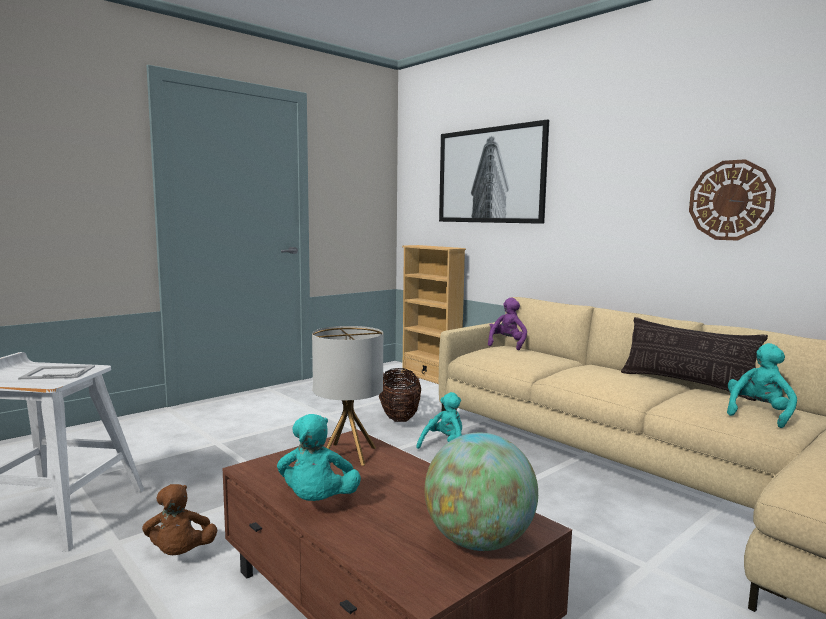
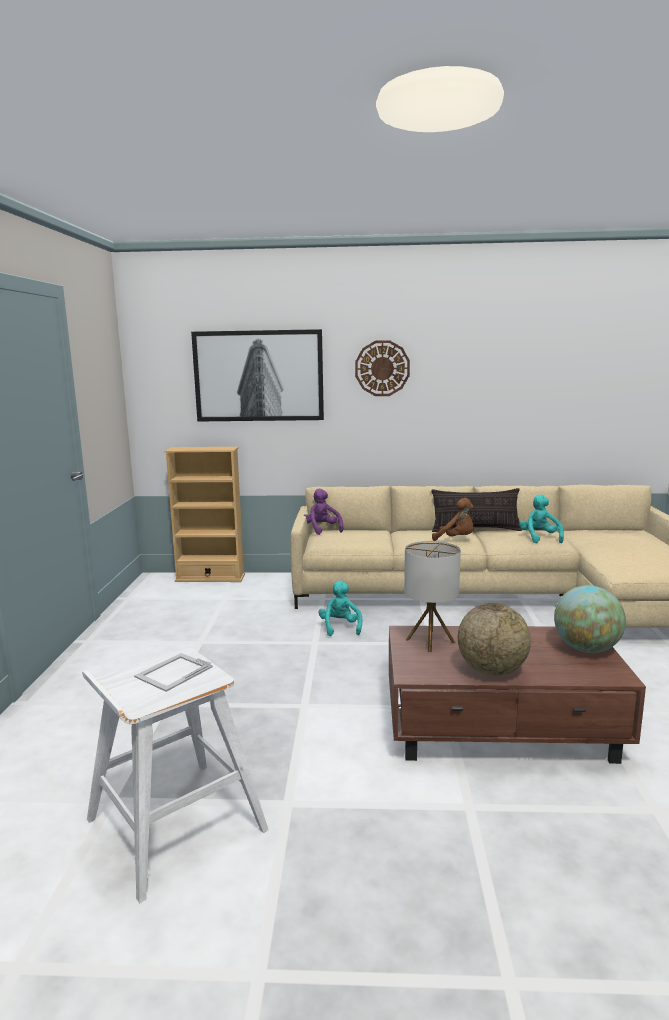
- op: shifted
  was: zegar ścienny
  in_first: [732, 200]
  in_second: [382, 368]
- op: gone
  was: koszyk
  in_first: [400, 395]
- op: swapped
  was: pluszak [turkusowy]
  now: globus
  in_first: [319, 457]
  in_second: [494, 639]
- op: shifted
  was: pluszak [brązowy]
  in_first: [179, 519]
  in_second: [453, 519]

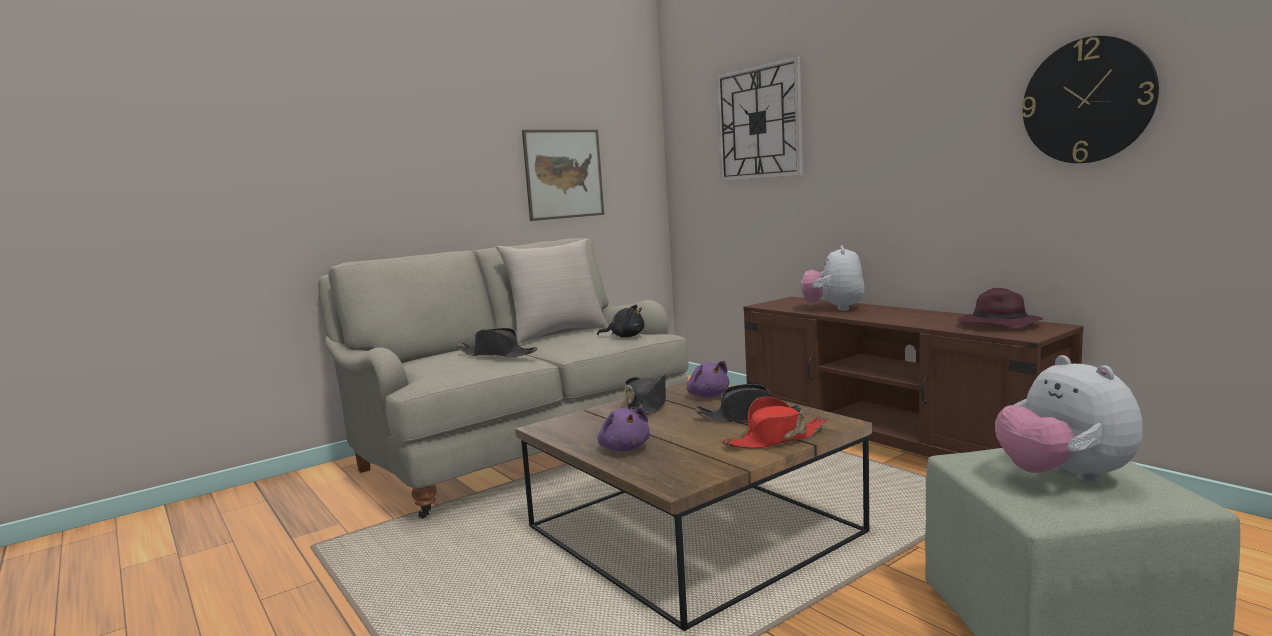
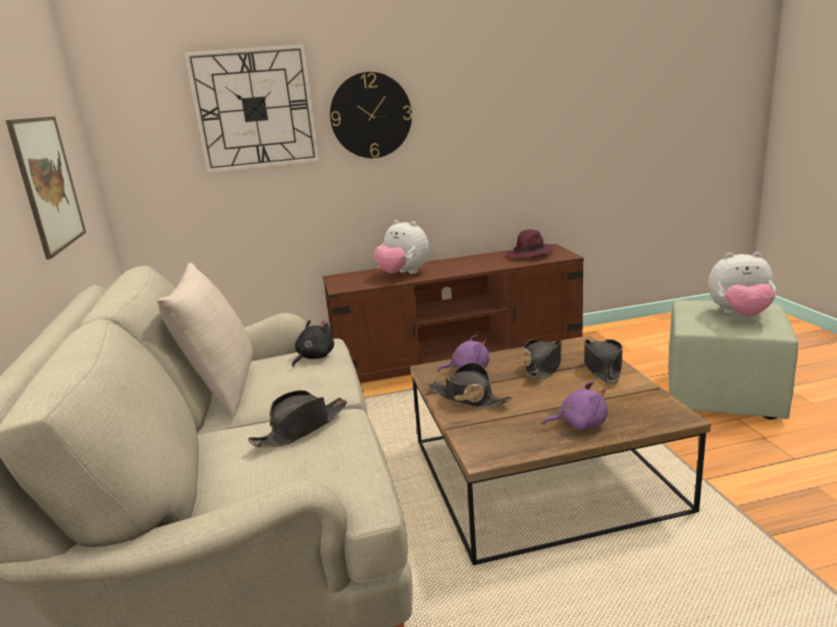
- op: shifted
  was: zegar ścienny
  in_first: [1090, 99]
  in_second: [371, 115]
- op: repainted
  was: kapelusz [czerwony]
  now: kapelusz [czarny]
  in_first: [774, 422]
  in_second: [603, 361]

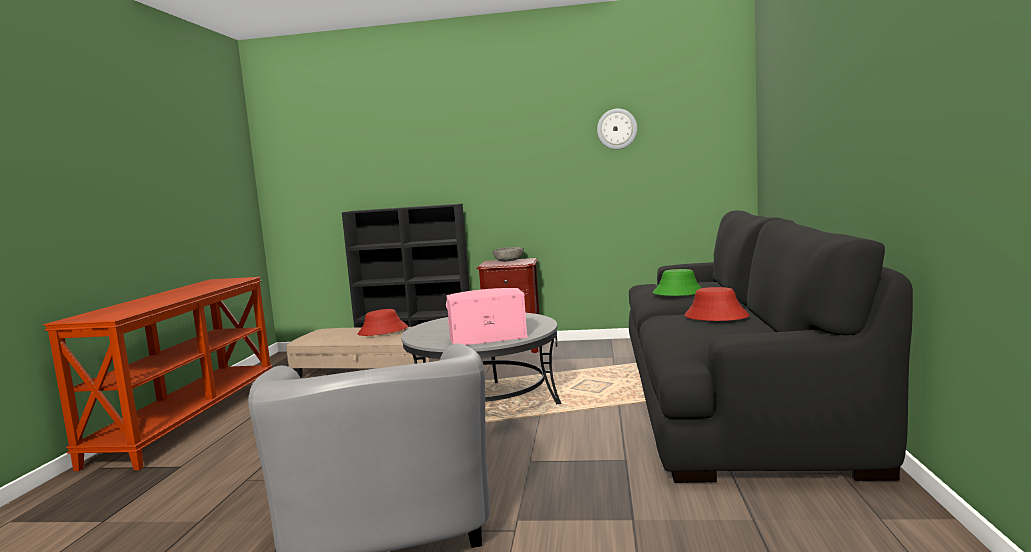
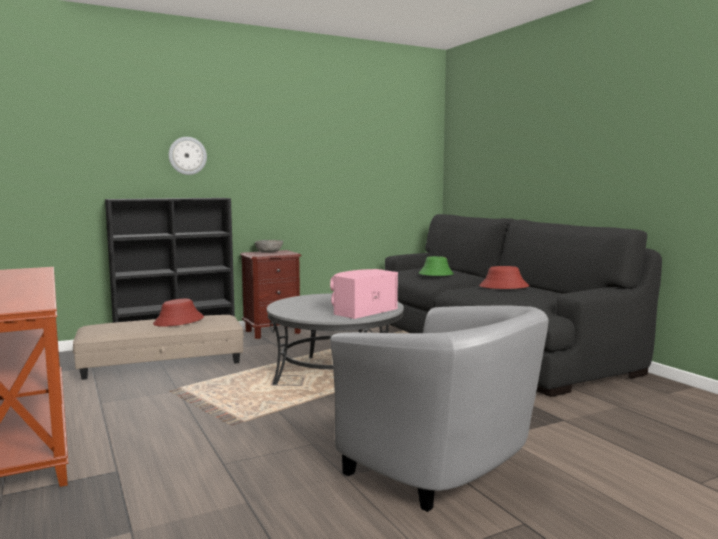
- op: shifted
  was: zegar ścienny
  in_first: [617, 129]
  in_second: [188, 156]

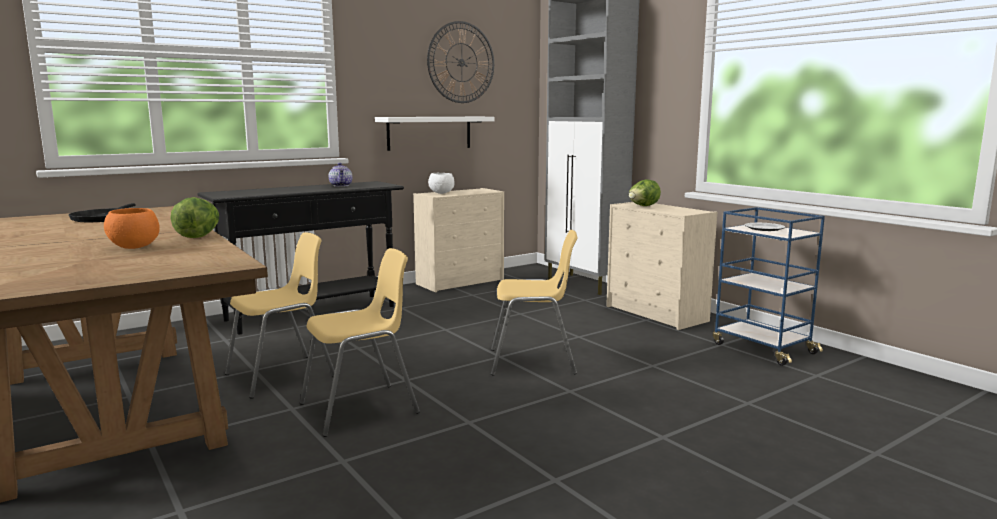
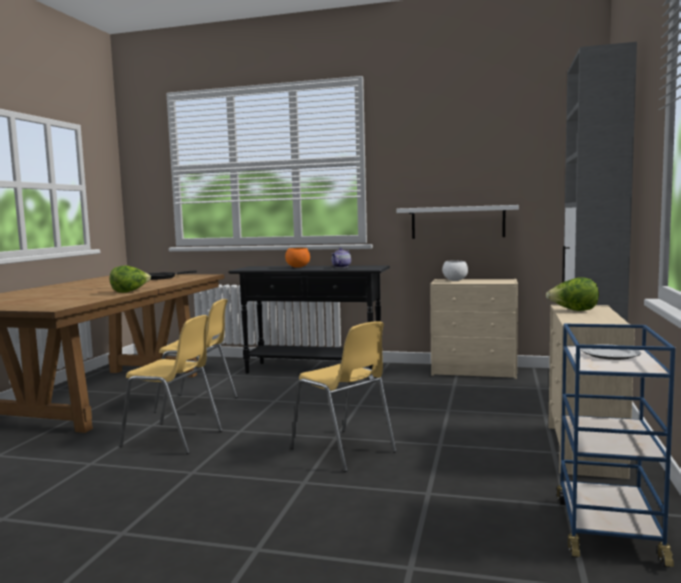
- op: gone
  was: zegar ścienny
  in_first: [460, 62]
- op: shifted
  was: miska [pomarańczowy]
  in_first: [132, 228]
  in_second: [297, 258]

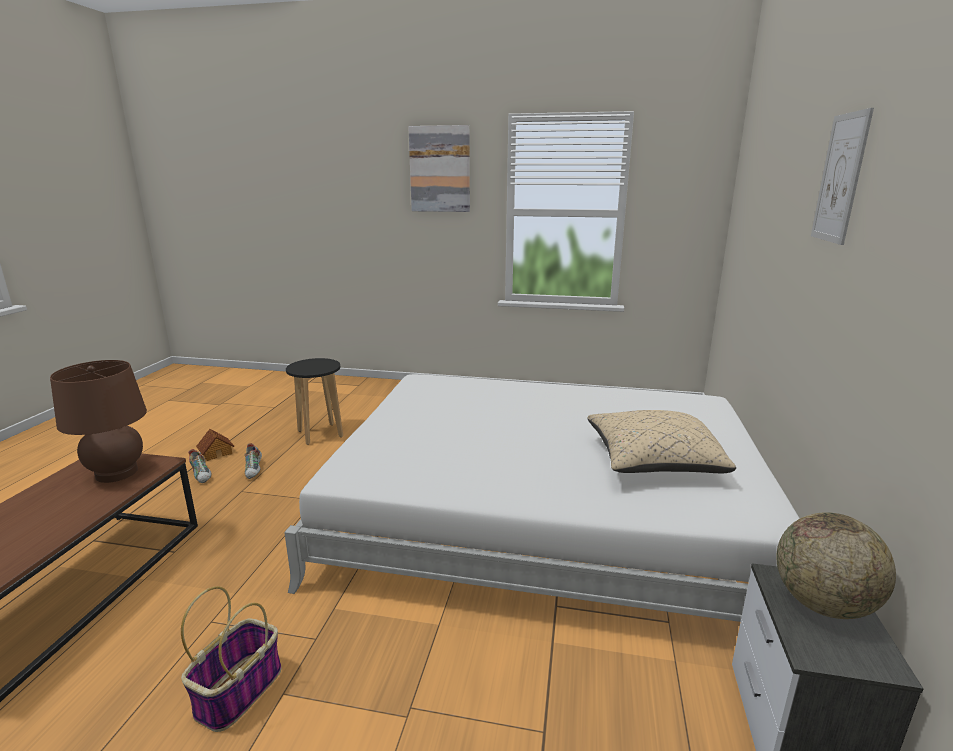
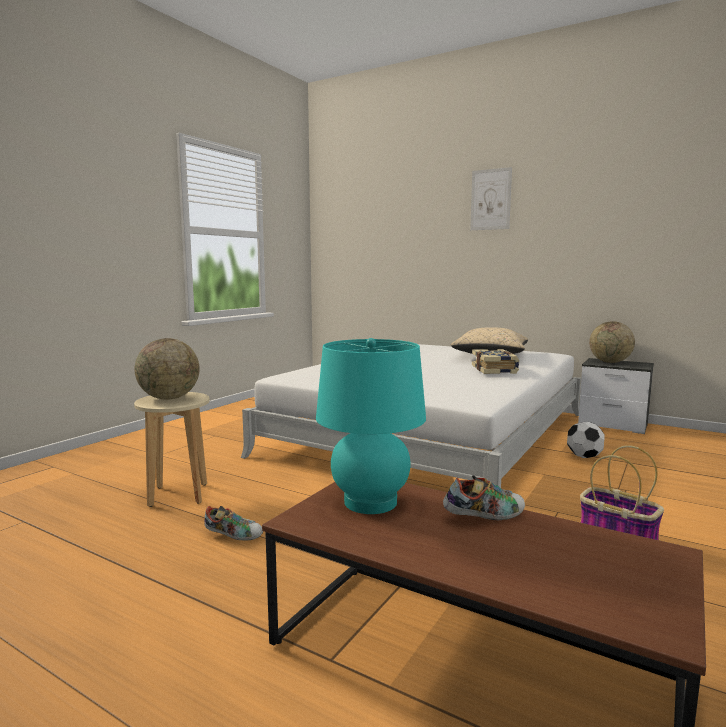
- op: gone
  was: obraz
  in_first: [439, 168]
- op: repainted
  was: stołek [czarny]
  now: stołek [beżowy]
  in_first: [314, 401]
  in_second: [172, 449]
- op: repainted
  was: lampa stołowa [brązowy]
  now: lampa stołowa [turkusowy]
  in_first: [98, 421]
  in_second: [371, 426]
- op: gone
  was: domek
  in_first: [215, 445]
- op: shifted
  was: but
  in_first: [199, 466]
  in_second: [484, 497]
- op: new
  now: globus
  in_second: [167, 369]
- op: new
  now: książka
  in_second: [495, 361]
- op: new
  now: piłka futbolowa
  in_second: [586, 440]

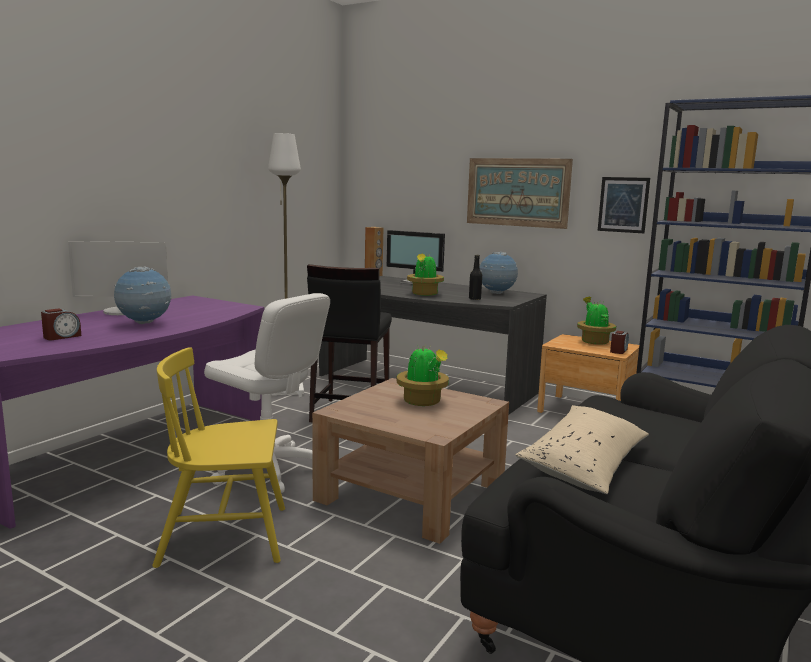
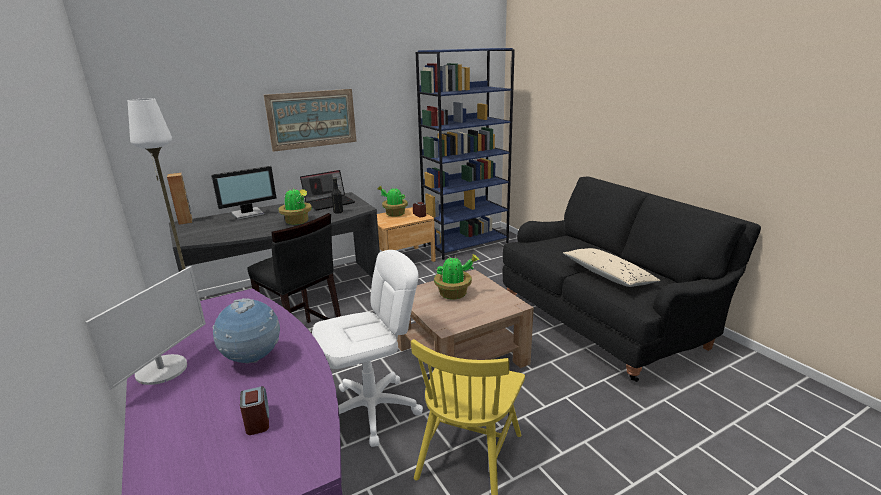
- op: gone
  was: obraz
  in_first: [624, 205]
- op: swapped
  was: globus
  now: laptop
  in_first: [498, 273]
  in_second: [327, 190]

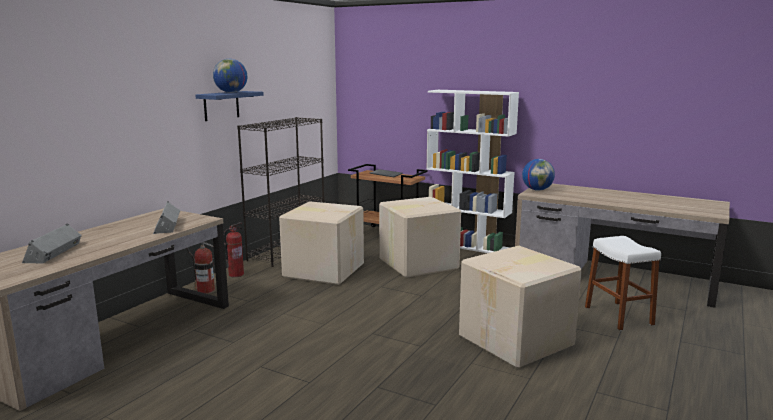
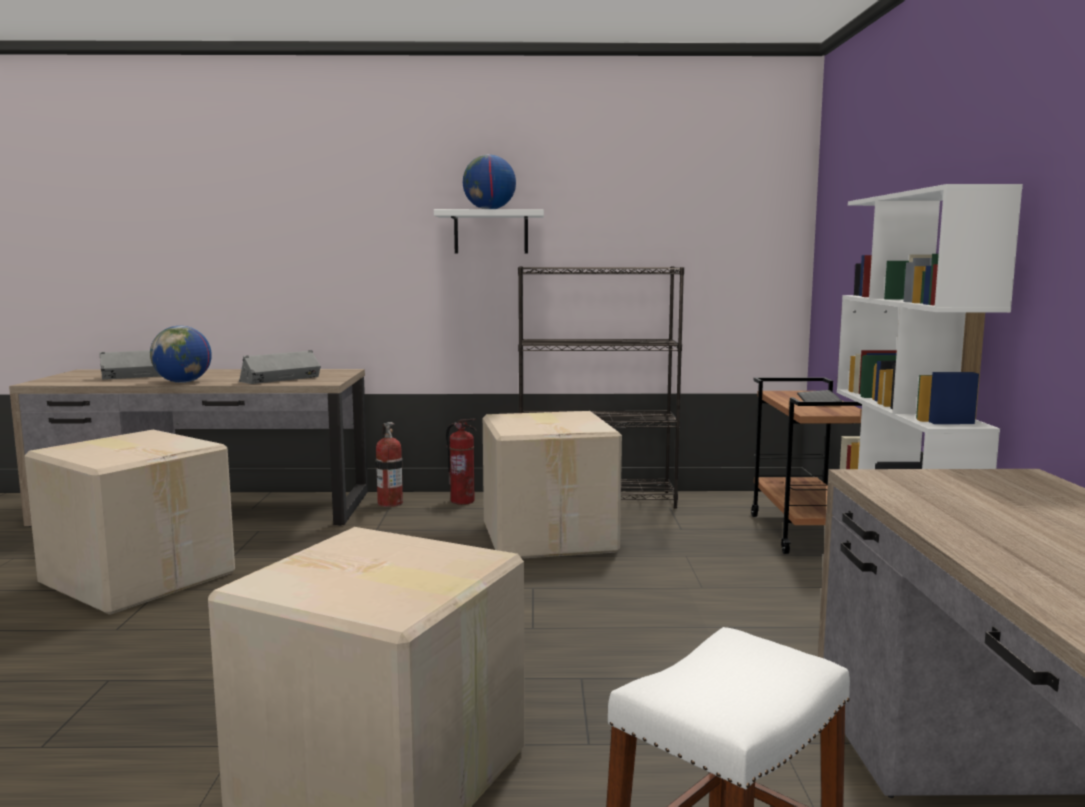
- op: repainted
  was: półka [niebieski]
  now: półka [biały]
  in_first: [229, 106]
  in_second: [489, 231]
- op: shifted
  was: globus
  in_first: [538, 175]
  in_second: [181, 354]
- op: shifted
  was: karton
  in_first: [420, 237]
  in_second: [129, 522]

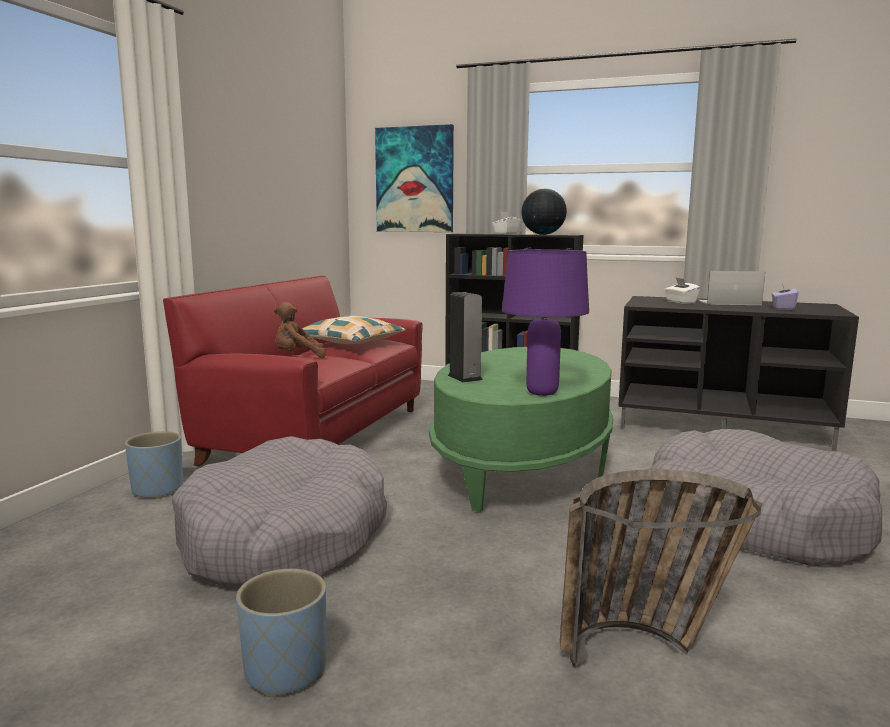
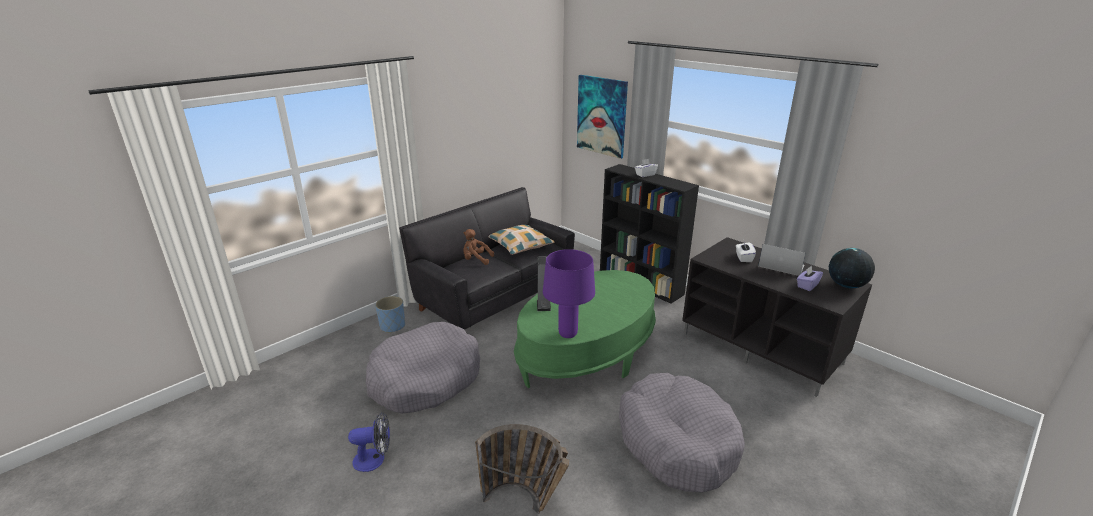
- op: shifted
  was: globus
  in_first: [544, 212]
  in_second: [852, 268]
- op: repainted
  was: kanapa [czerwony]
  now: kanapa [czarny]
  in_first: [293, 371]
  in_second: [487, 258]
- op: swapped
  was: donica [niebieski]
  now: wentylator
  in_first: [281, 633]
  in_second: [369, 442]

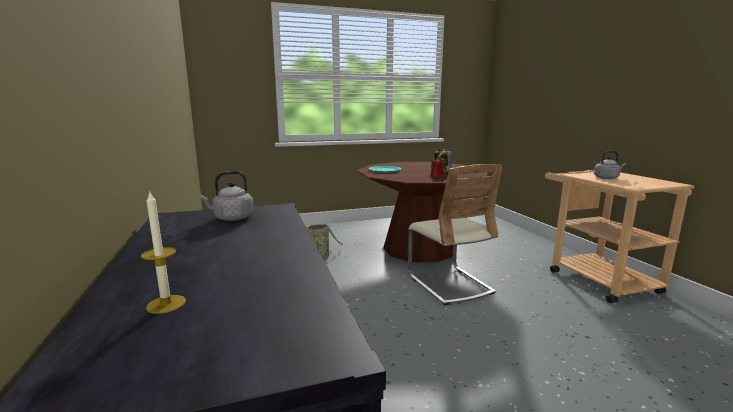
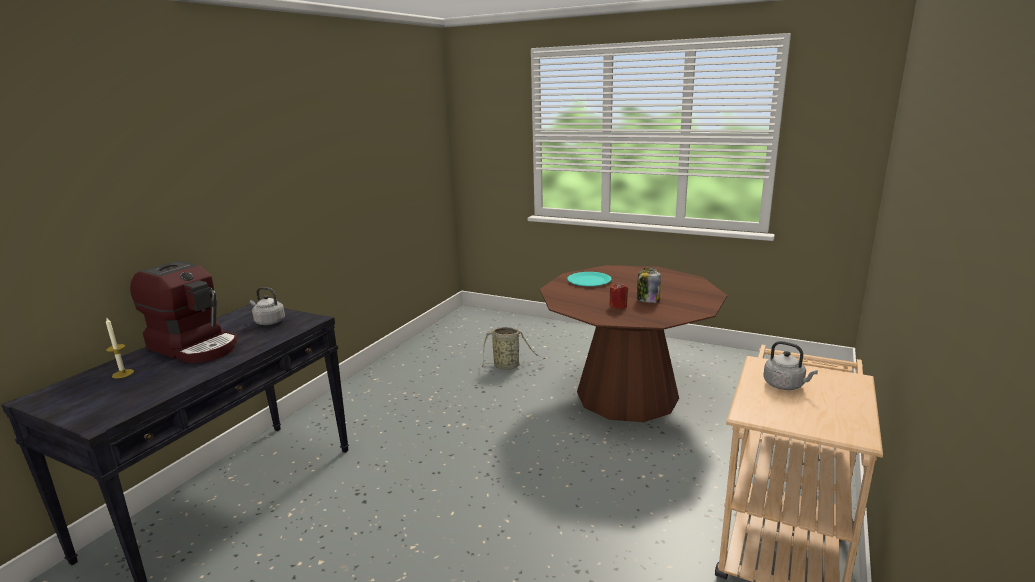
- op: gone
  was: krzesło [beżowy]
  in_first: [455, 234]
- op: new
  now: ekspres do kawy
  in_second: [184, 312]

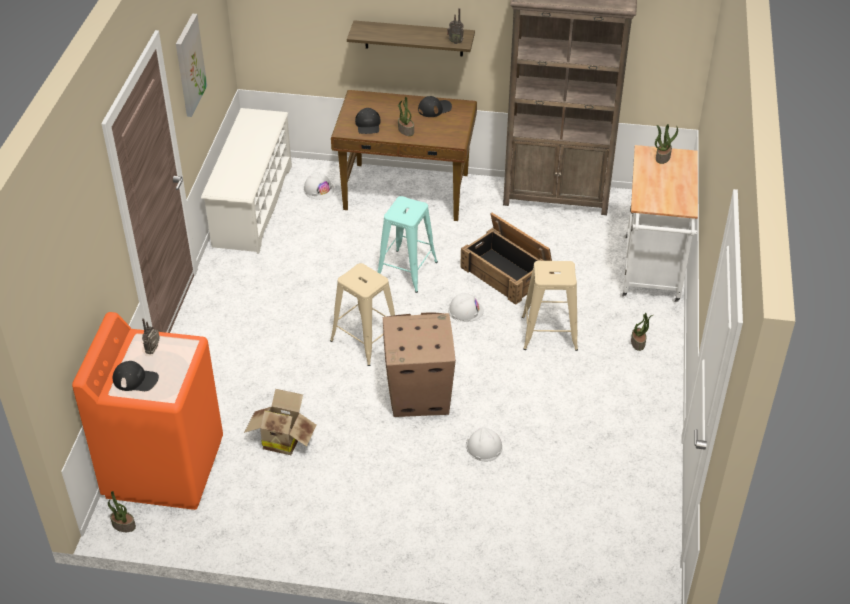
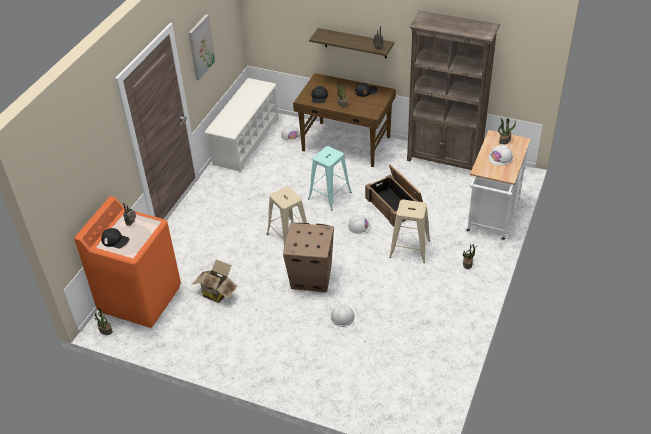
- op: new
  now: kask [biały]
  in_second: [500, 155]

